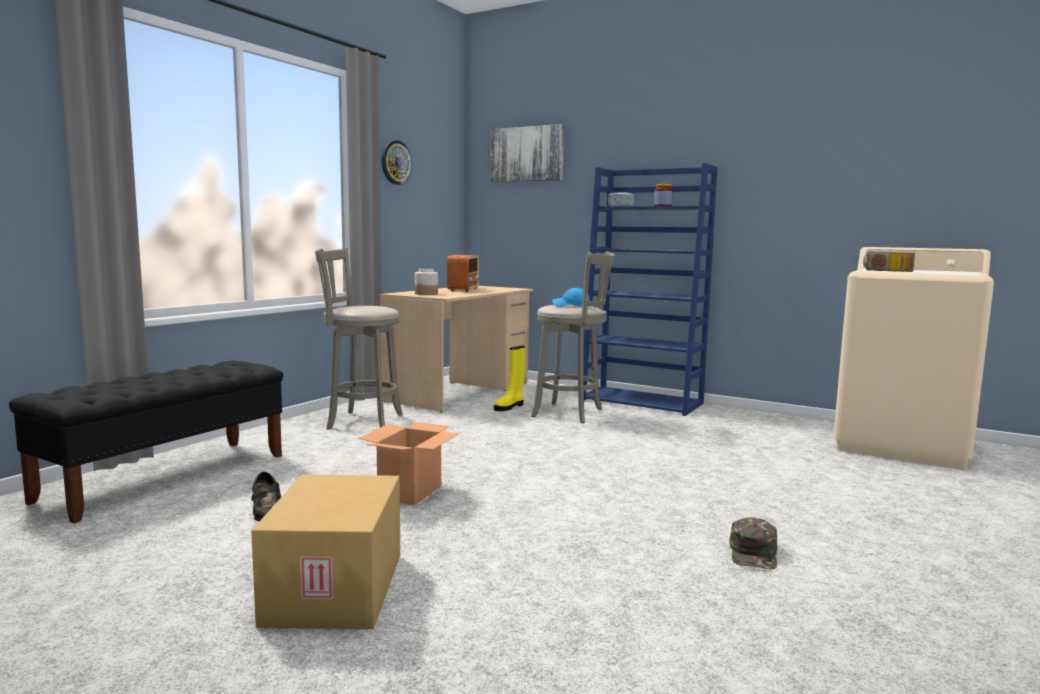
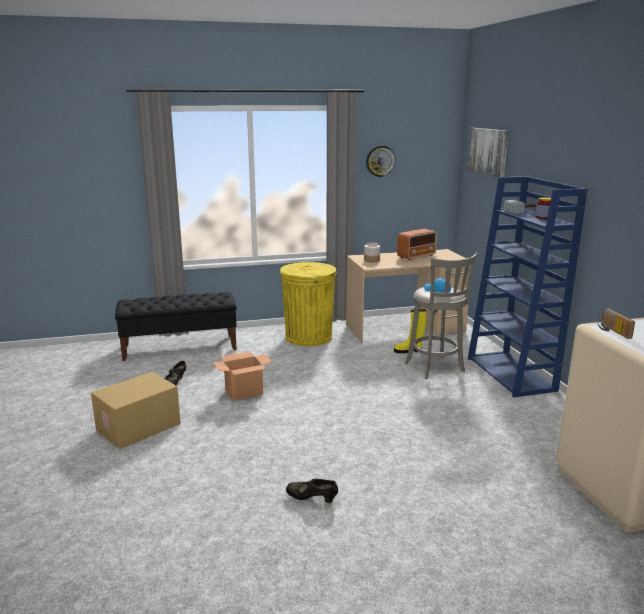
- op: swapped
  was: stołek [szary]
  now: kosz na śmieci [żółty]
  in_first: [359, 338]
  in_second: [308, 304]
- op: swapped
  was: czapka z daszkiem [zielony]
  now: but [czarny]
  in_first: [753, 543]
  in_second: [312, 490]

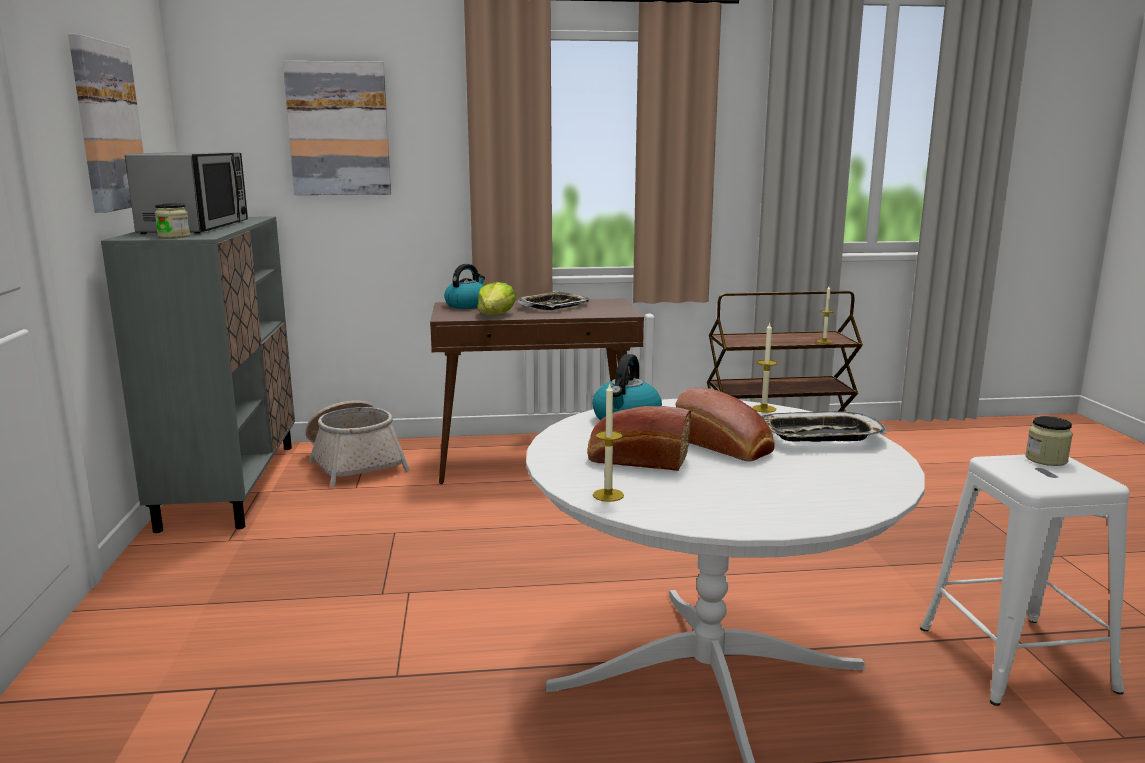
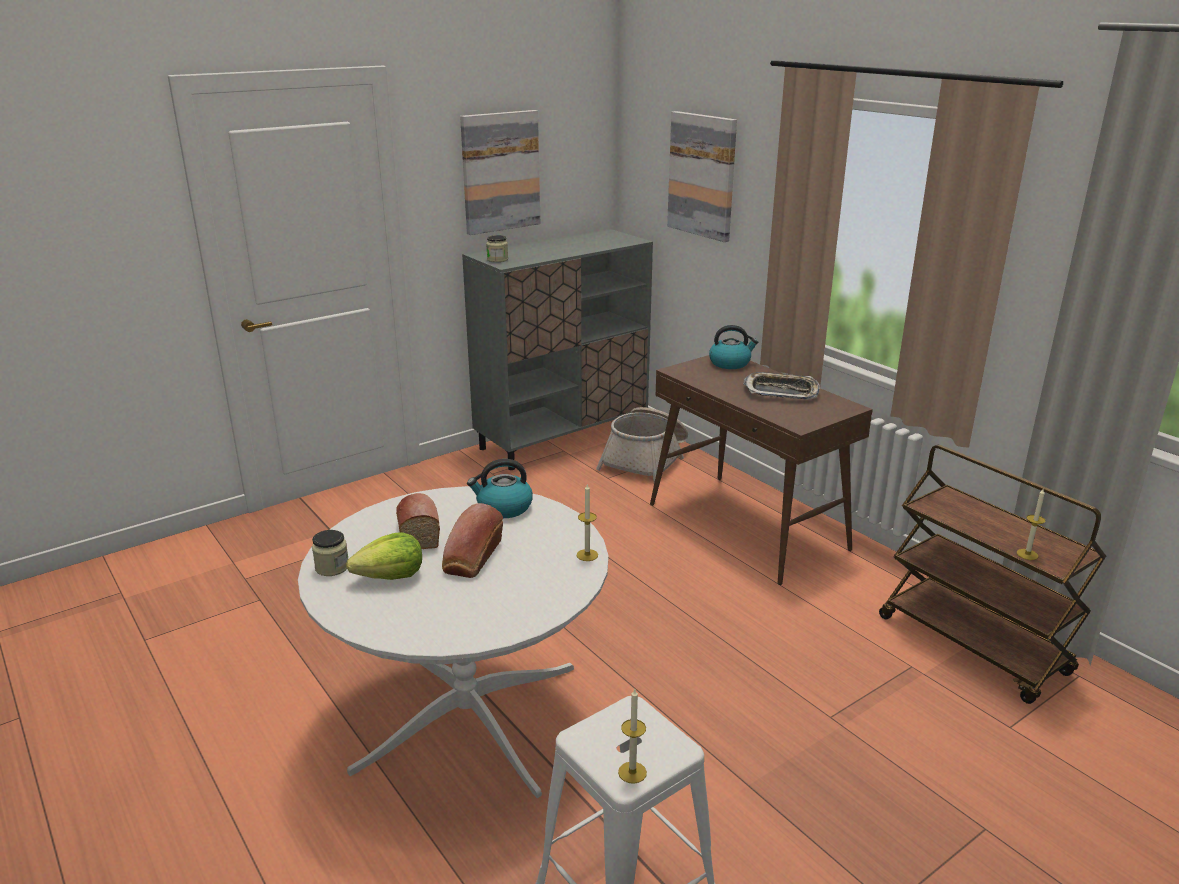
- op: gone
  was: mikrofalówka
  in_first: [186, 193]
- op: shifted
  was: sałata
  in_first: [496, 298]
  in_second: [384, 556]
- op: shifted
  was: świeca
  in_first: [608, 443]
  in_second: [632, 736]
- op: gone
  was: taca
  in_first: [825, 426]
- op: shifted
  was: słoik
  in_first: [1049, 441]
  in_second: [330, 553]

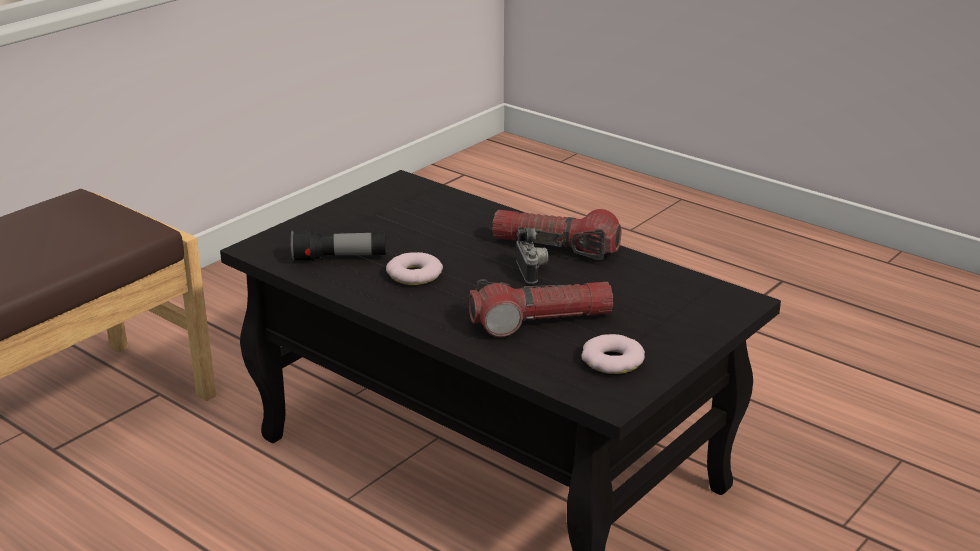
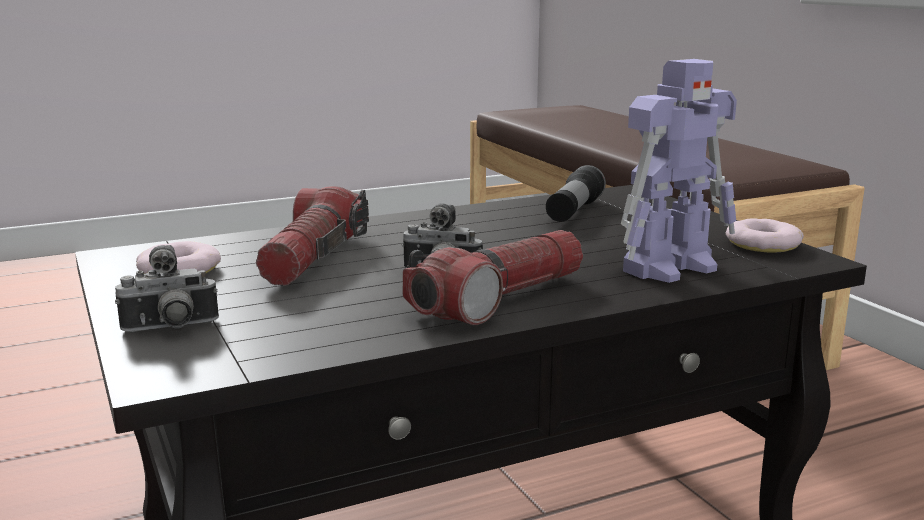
- op: shifted
  was: donut
  in_first: [414, 268]
  in_second: [765, 235]
- op: new
  now: robot zabawkowy
  in_second: [679, 171]
- op: new
  now: aparat fotograficzny
  in_second: [167, 288]

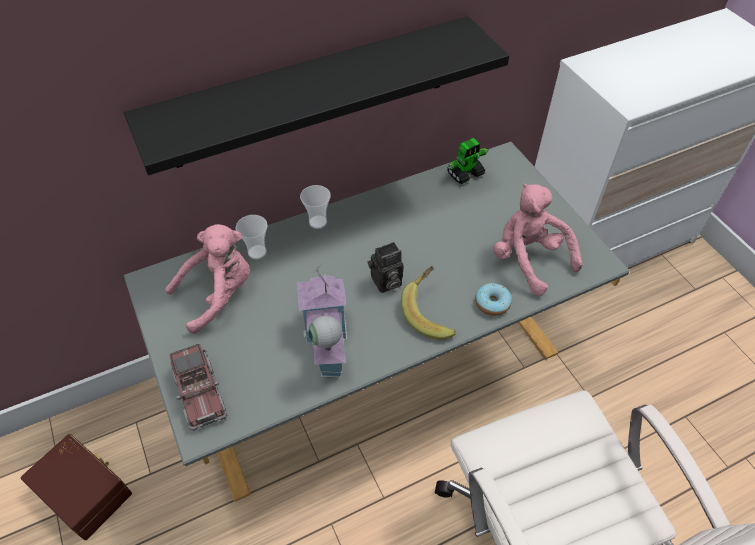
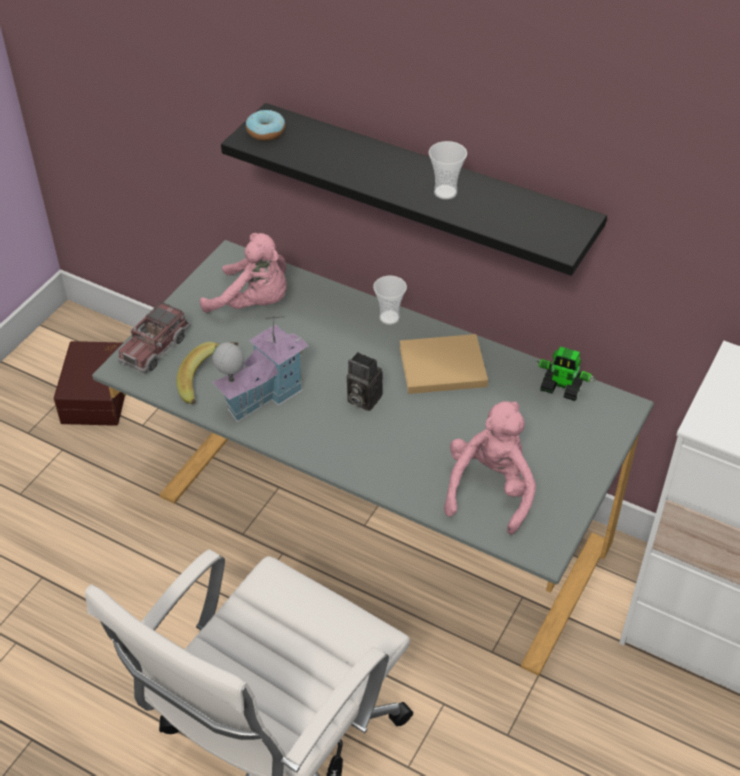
- op: shifted
  was: filiżanka
  in_first: [252, 237]
  in_second: [448, 170]
- op: shifted
  was: banan
  in_first: [428, 303]
  in_second: [207, 373]
- op: shifted
  was: donut
  in_first: [493, 299]
  in_second: [265, 125]
- op: new
  now: książka [beżowy]
  in_second: [443, 364]

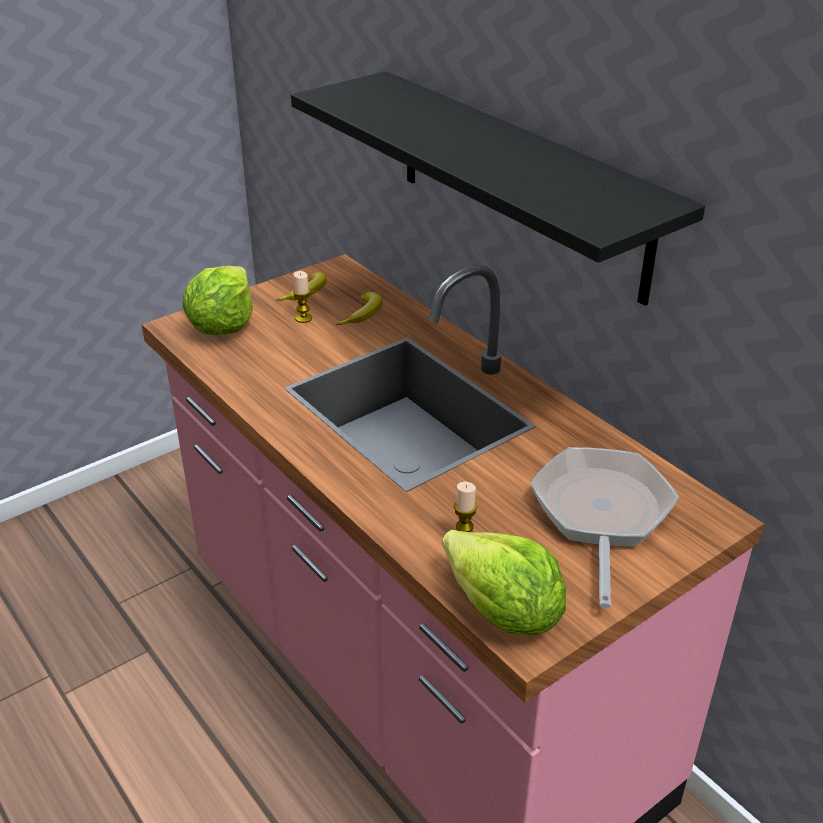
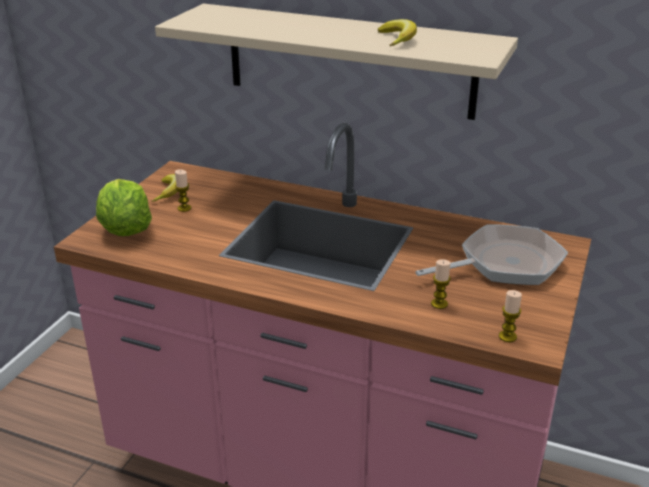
- op: repainted
  was: półka [czarny]
  now: półka [beżowy]
  in_first: [498, 188]
  in_second: [336, 61]
- op: shifted
  was: banan
  in_first: [359, 308]
  in_second: [397, 32]
- op: rotated
  was: patelnia
  in_first: [605, 527]
  in_second: [491, 255]
  clockwise: 90
- op: swapped
  was: sałata
  now: świeca
  in_first: [504, 582]
  in_second: [510, 316]

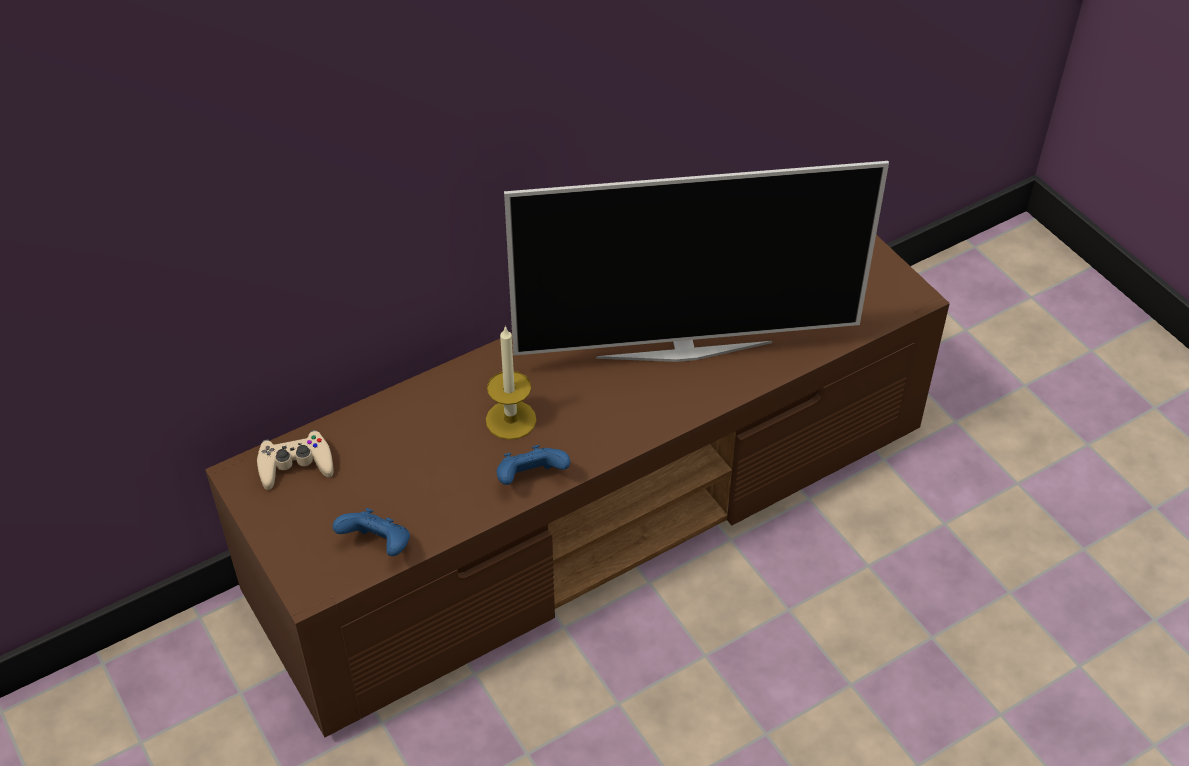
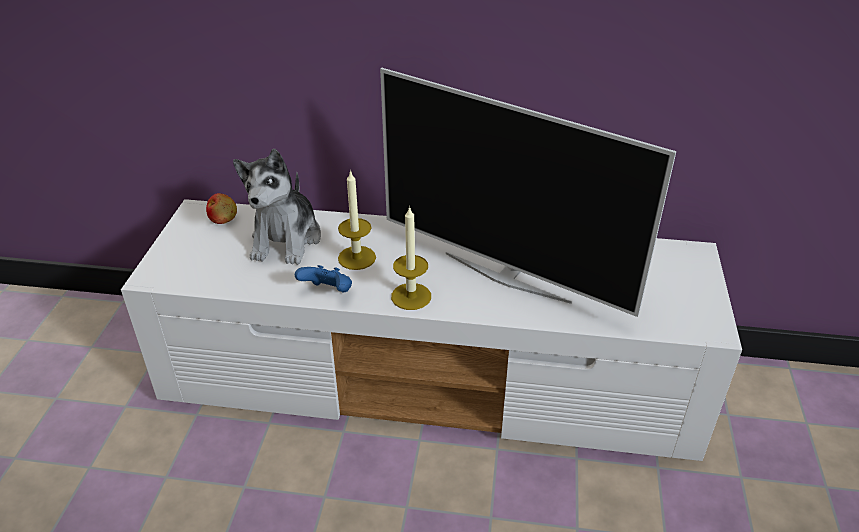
- op: repainted
  was: szafka pod telewizor [brązowy]
  now: szafka pod telewizor [biały]
  in_first: [577, 486]
  in_second: [431, 330]
- op: swapped
  was: pad do gier [beżowy]
  now: jabłko
  in_first: [295, 460]
  in_second: [221, 208]
- op: gone
  was: pad do gier [niebieski]
  in_first: [371, 532]
- op: new
  now: pluszak
  in_second: [277, 207]
- op: new
  now: świeca
  in_second: [411, 258]

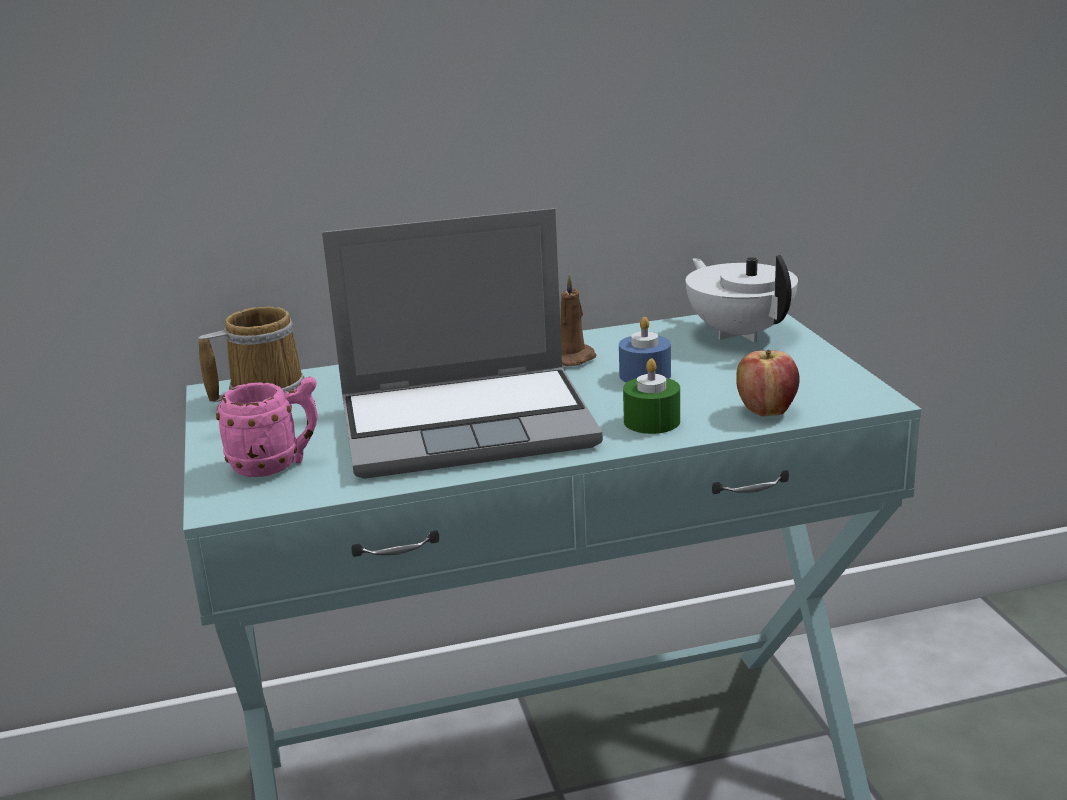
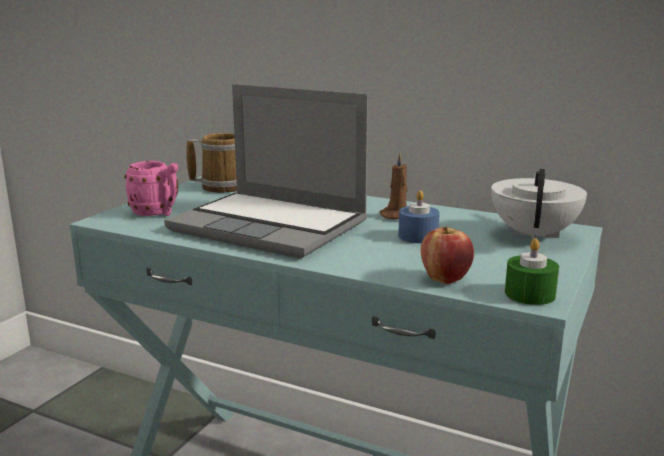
- op: shifted
  was: świeca [zielony]
  in_first: [651, 396]
  in_second: [532, 271]

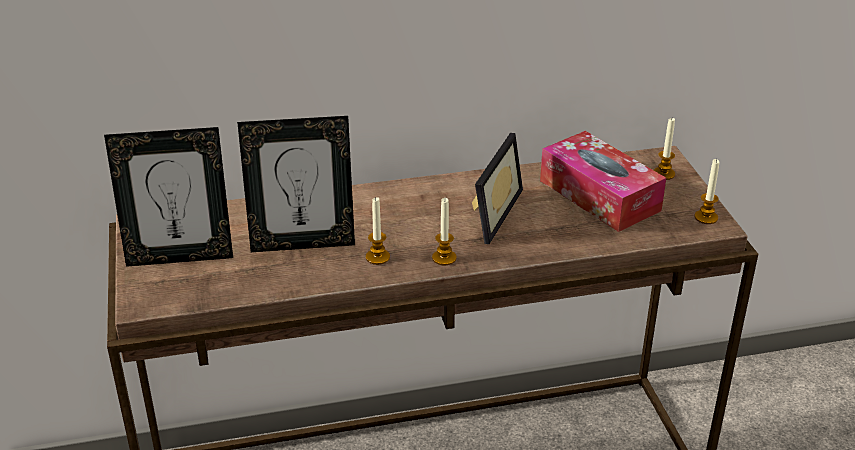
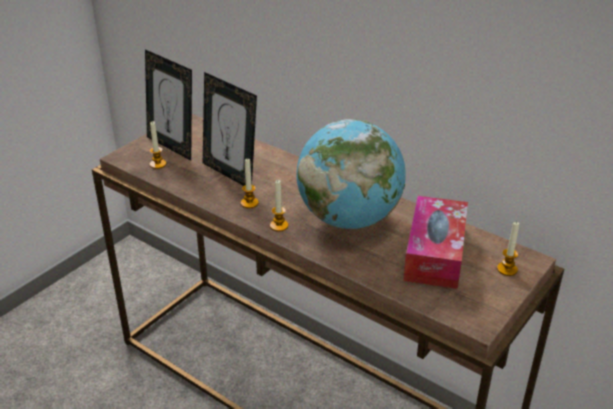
- op: swapped
  was: ramka na zdjęcie
  now: globus
  in_first: [497, 188]
  in_second: [351, 174]
- op: shifted
  was: świeca
  in_first: [706, 191]
  in_second: [158, 145]

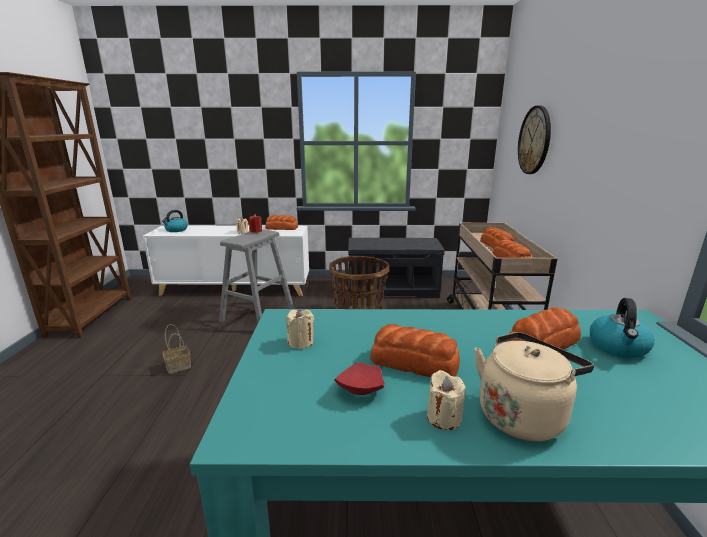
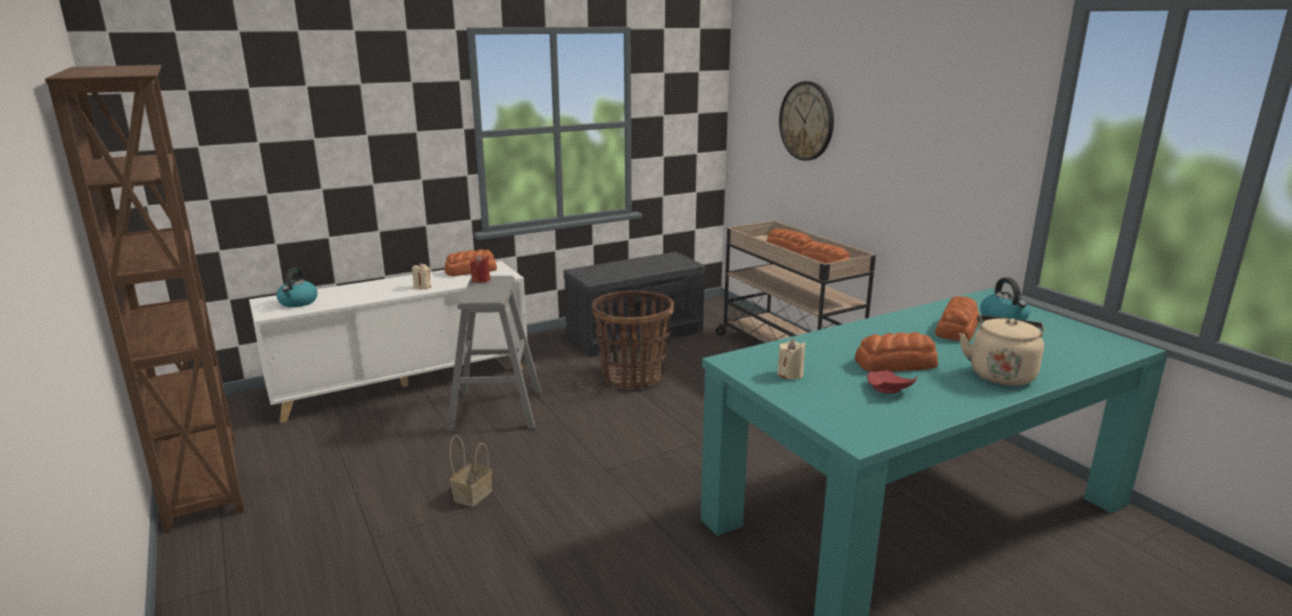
- op: gone
  was: świeca [beżowy]
  in_first: [446, 400]

